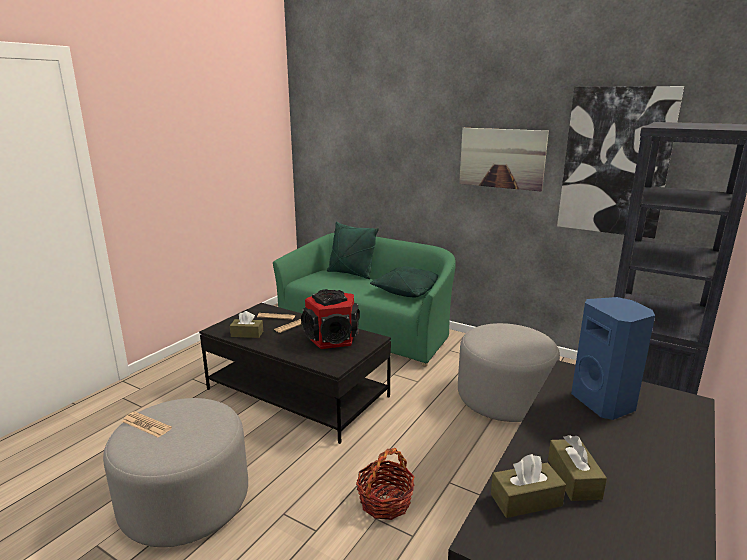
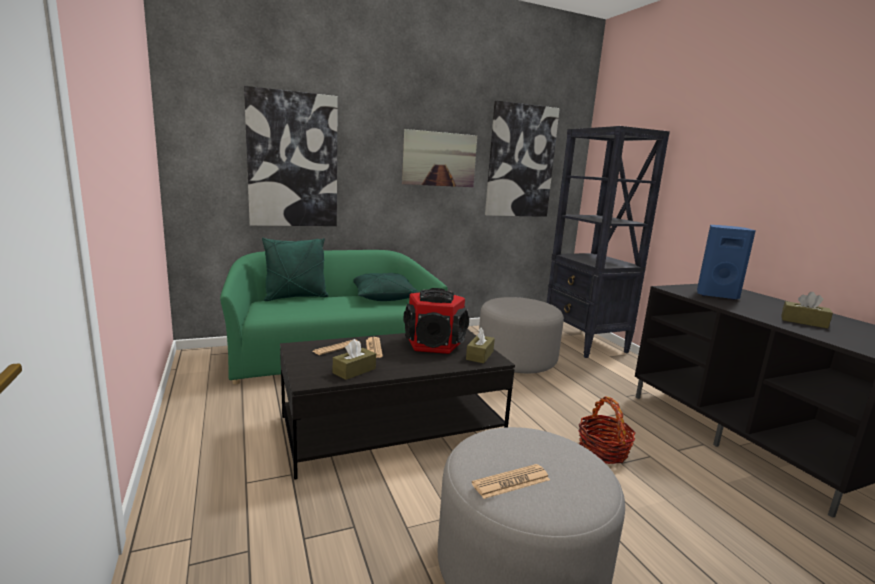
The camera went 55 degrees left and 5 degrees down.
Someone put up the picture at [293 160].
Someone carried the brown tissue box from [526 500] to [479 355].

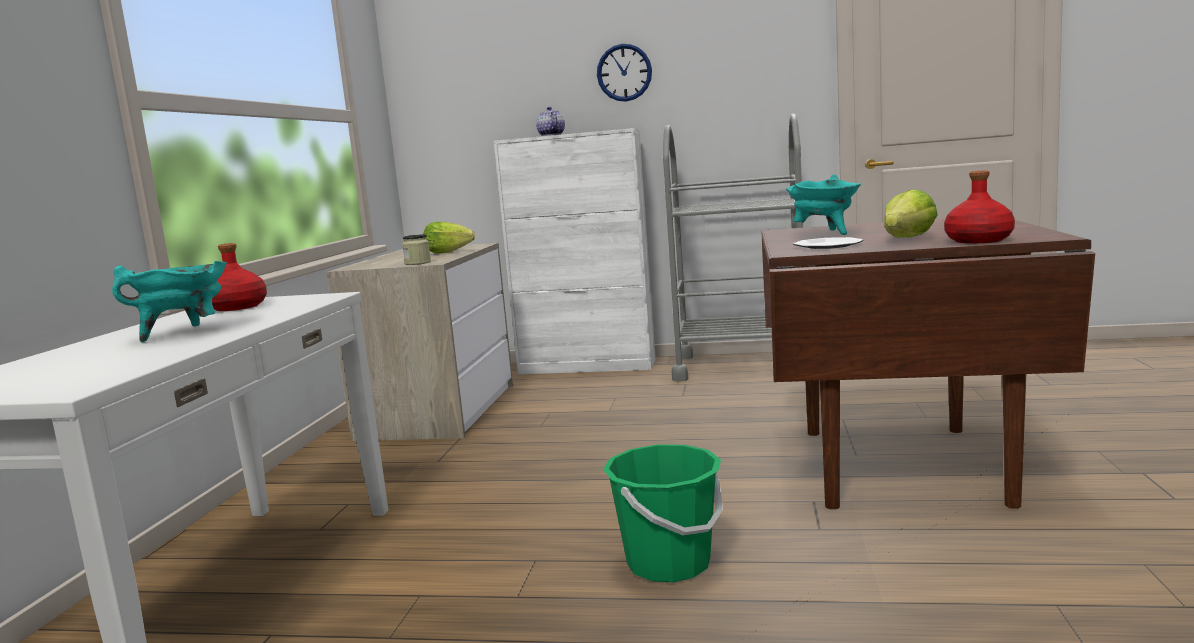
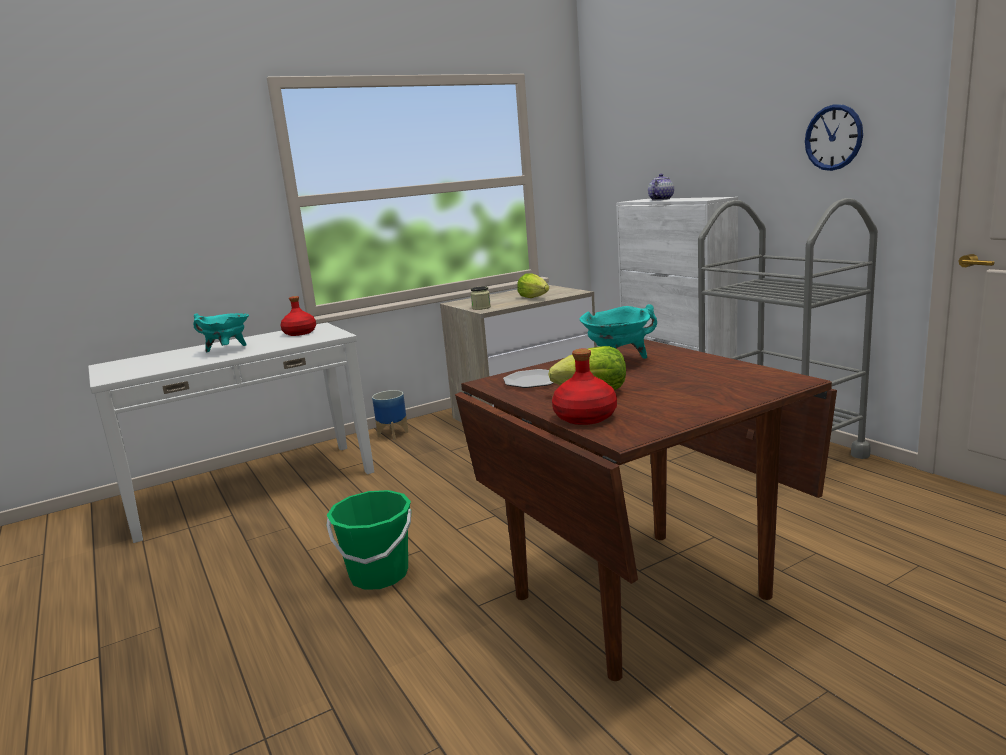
The camera went 50 degrees right and 5 degrees up.
Someone put down the planter at [392 434].
Someone carried the wall clock from [624 72] to [833 137].

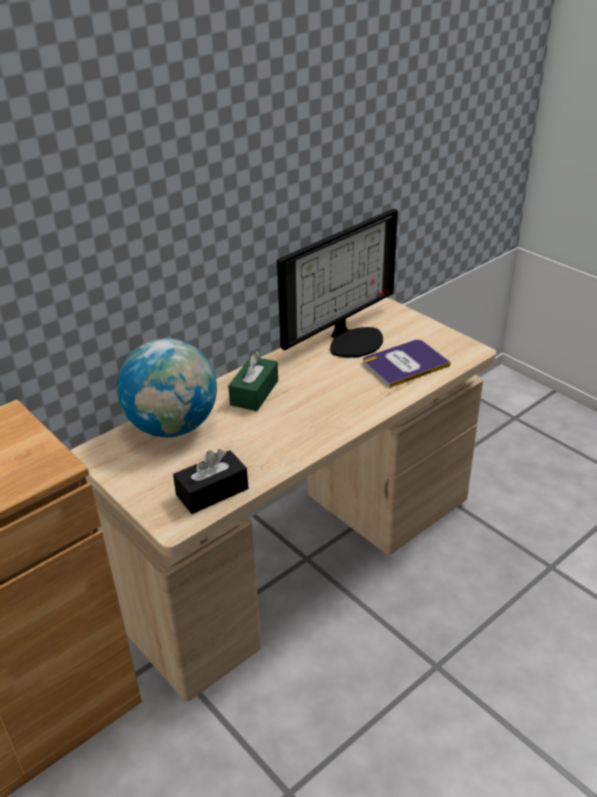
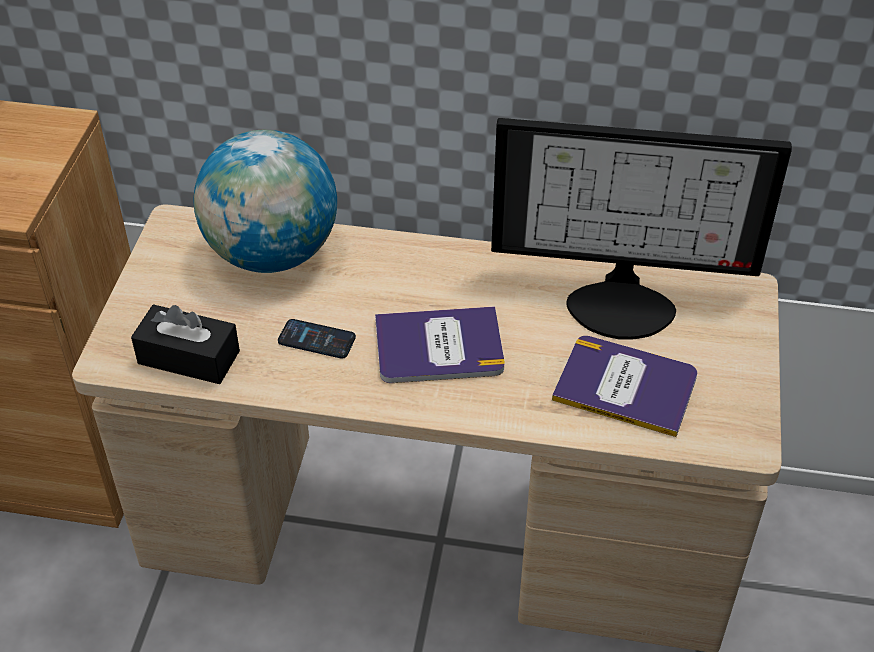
The camera went 50 degrees right and 10 degrees up.
Someone put down the phone at [317 340].
Someone put down the book at [439 347].
Someone took away the green tissue box at [254 393].

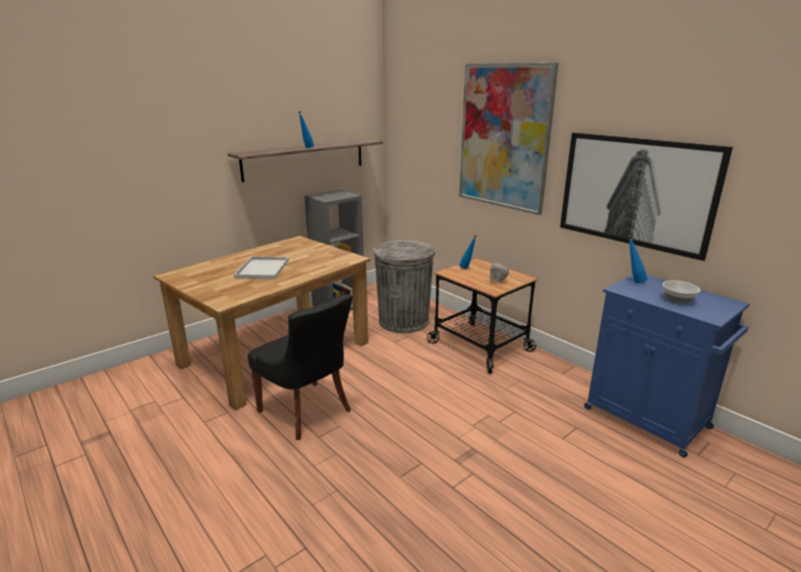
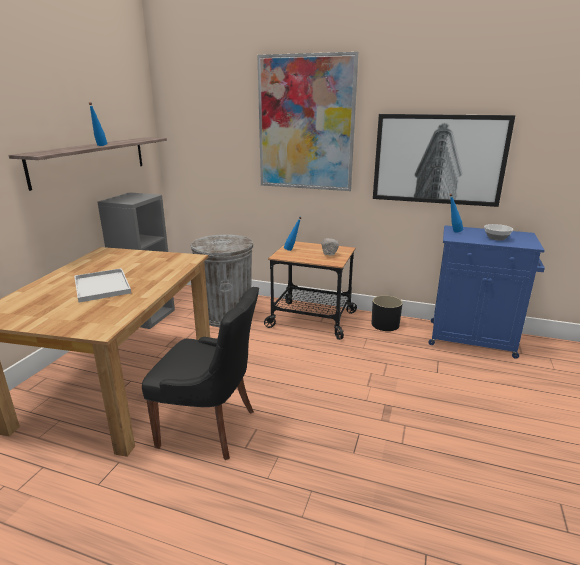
The camera went 30 degrees left and 0 degrees up.
Someone put down the black planter at [385 324].

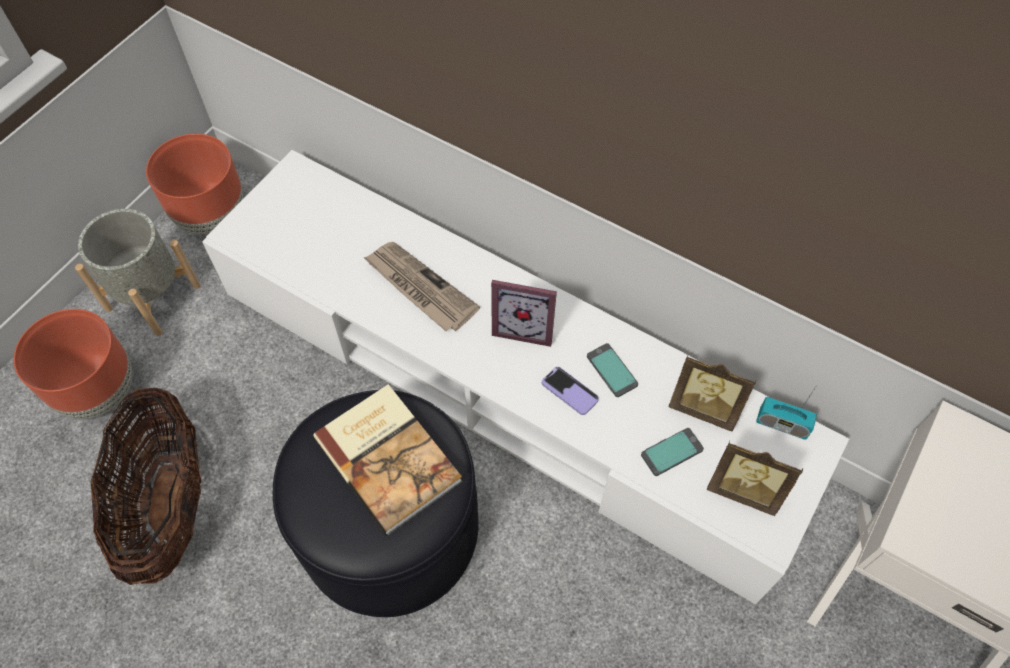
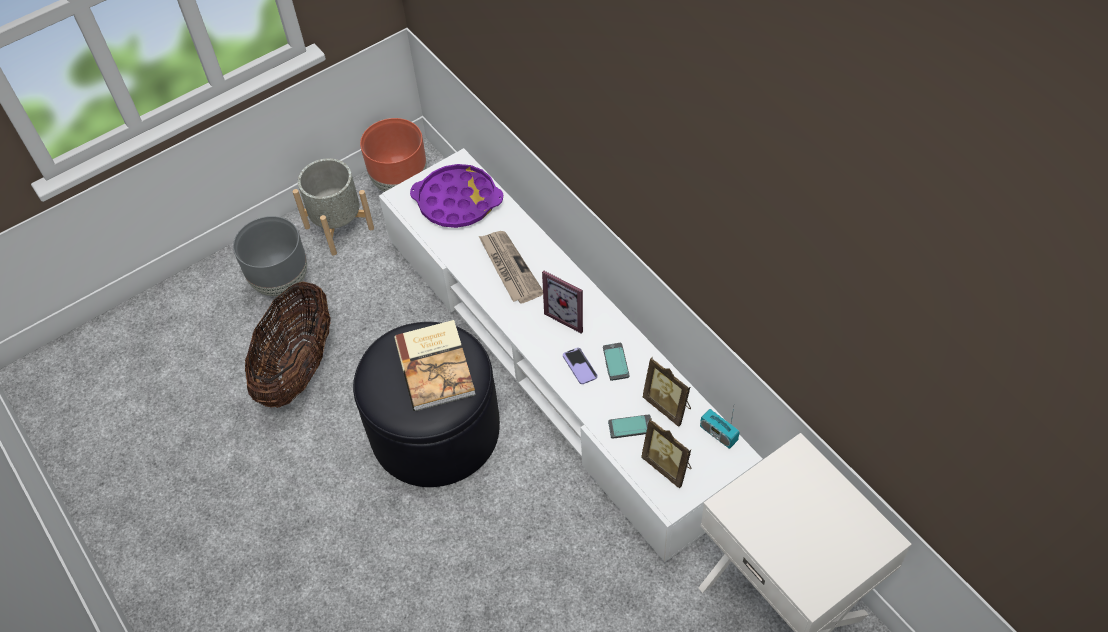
The camera went 25 degrees right and 5 degrees down.
Someone repainted the brown planter at [100 391], which became the grey planter at [282 281].
Someone put down the purple tray at [457 201].

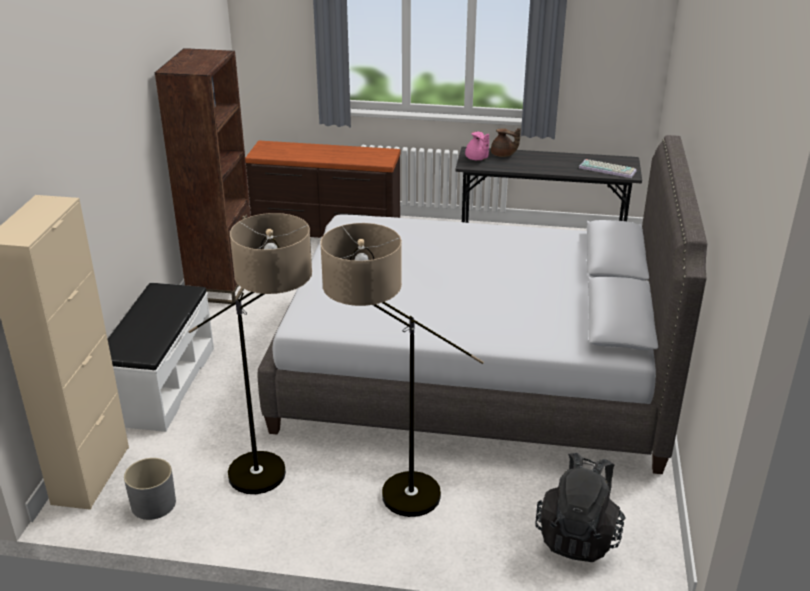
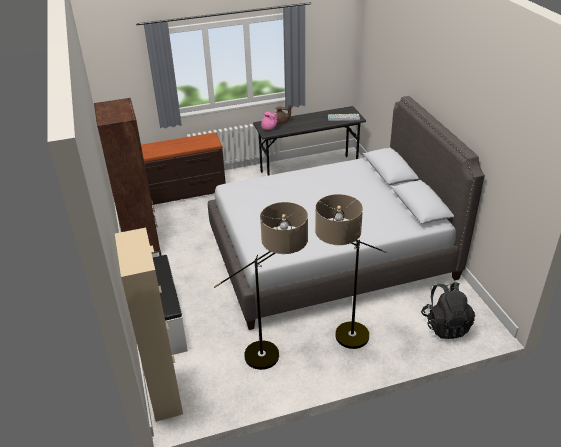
The camera went 25 degrees left and 5 degrees up.
Someone took away the grey planter at [153 504].

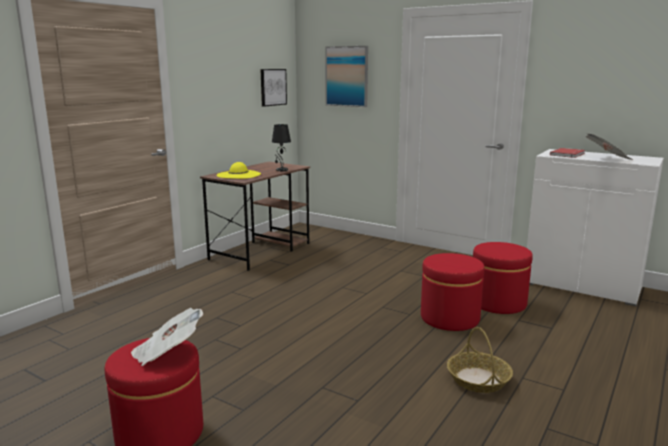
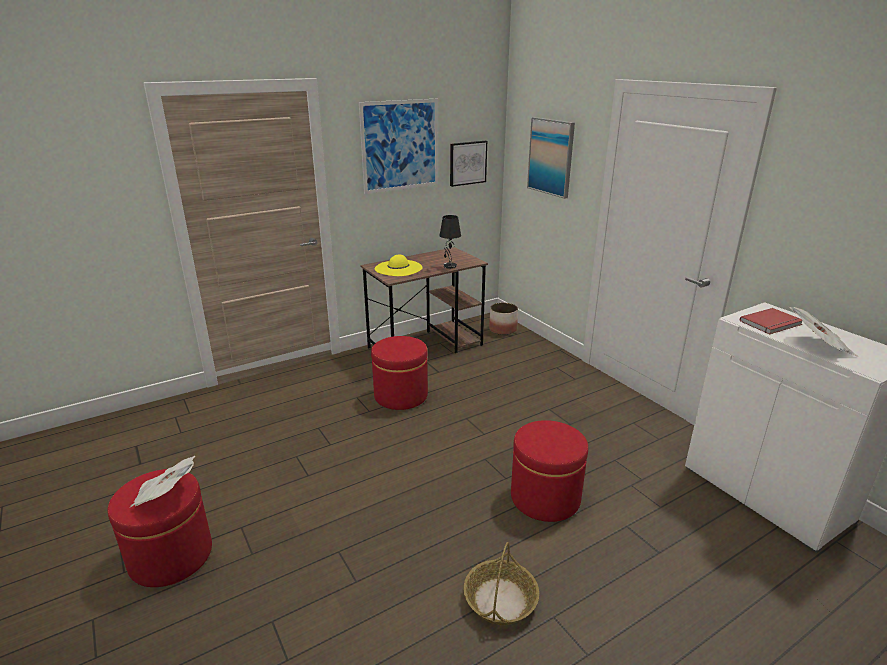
The camera went 25 degrees right and 10 degrees up.
Someone put up the picture at [400 146].
Someone carried the red ottoman from [498 303] to [401 396].
Someone put down the planter at [503 329].

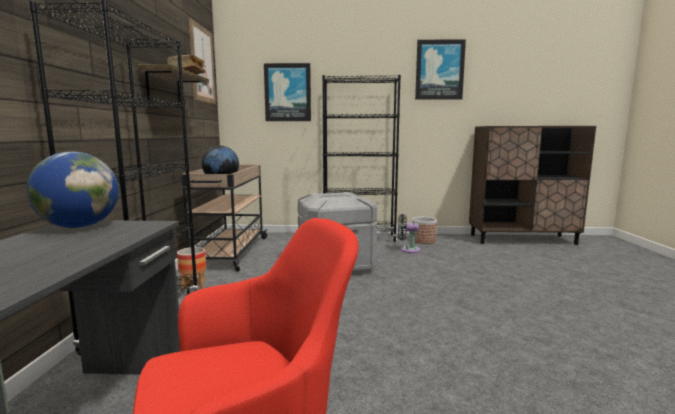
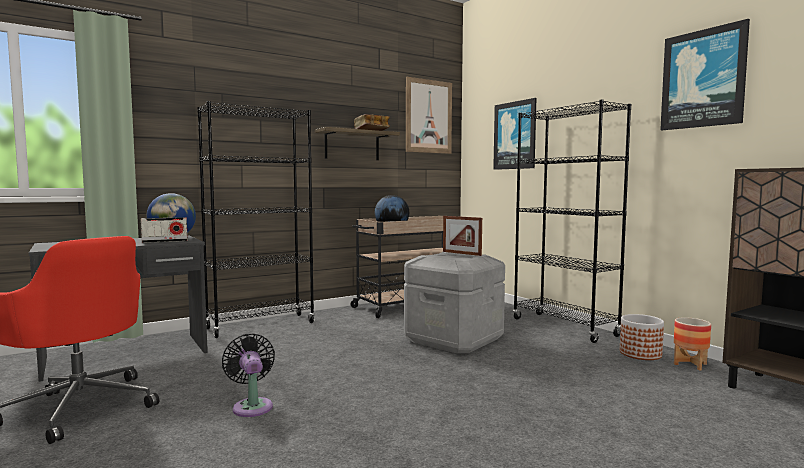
The camera went 55 degrees right and 5 degrees down.
Someone put down the radio at [165 241].
Someone carried the black fan from [407 250] to [252 406].
Someone put down the picture frame at [461 253].
Someone carried the planter from [193 285] to [690 364].

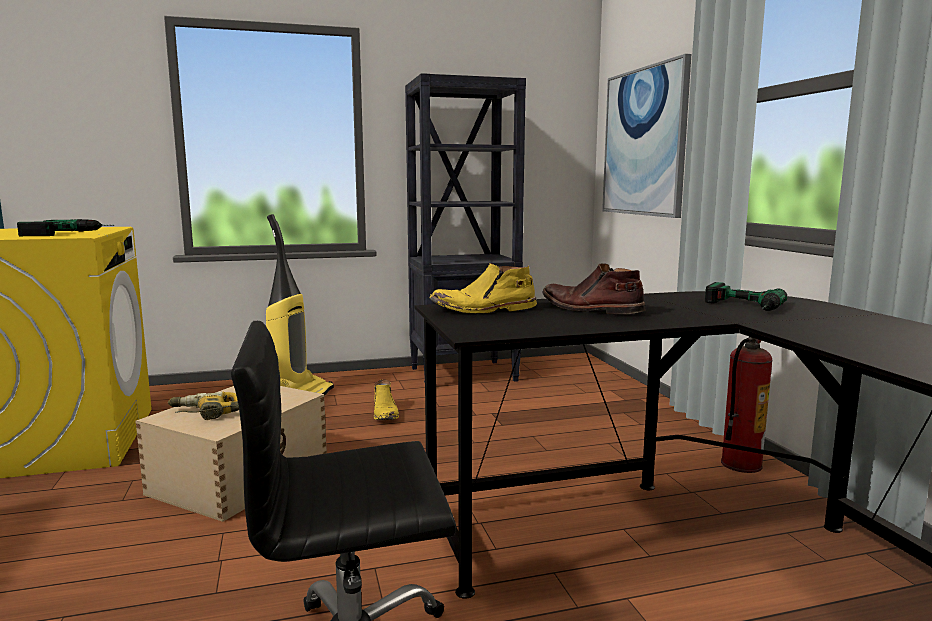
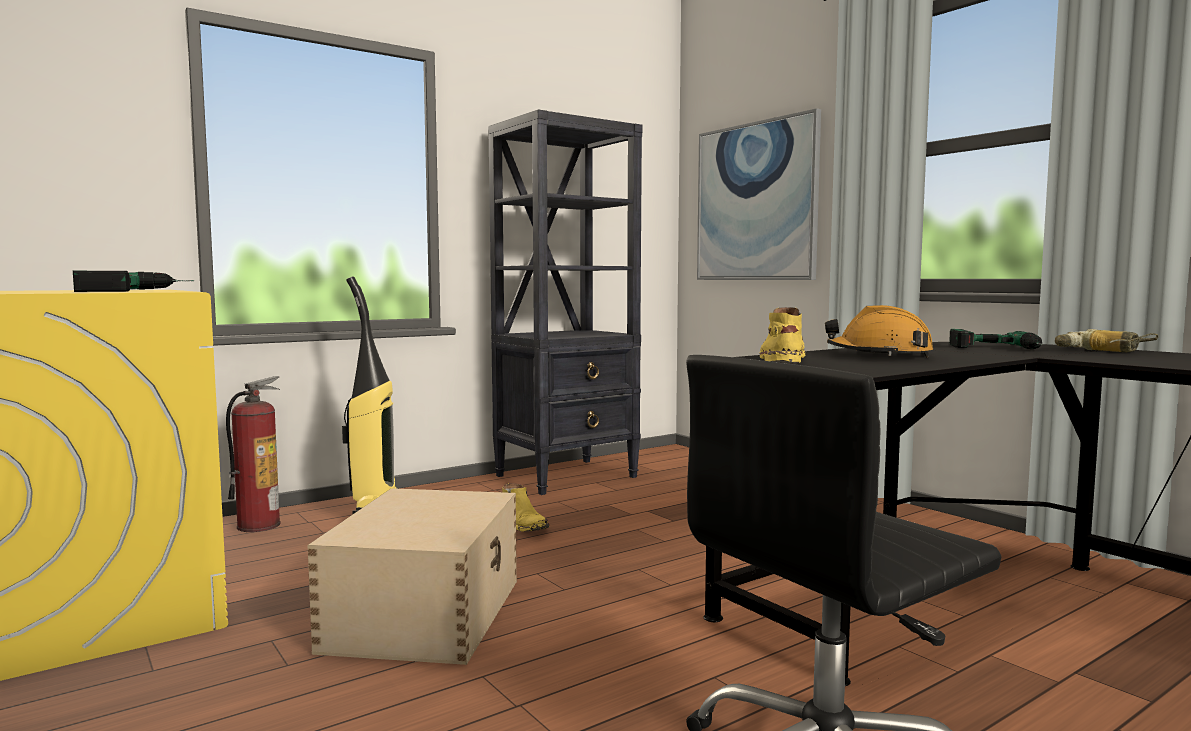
The camera went 20 degrees left and 5 degrees down.
Someone carried the fire extinguisher from [741 464] to [258 525].
Someone rotated the yellow boot at [484 309] by 135 degrees clockwise.
Someone swapped the brown boot at [590 309] for the orange hard hat at [879 355].
Someone carried the power drill from [207 413] to [1103 351].

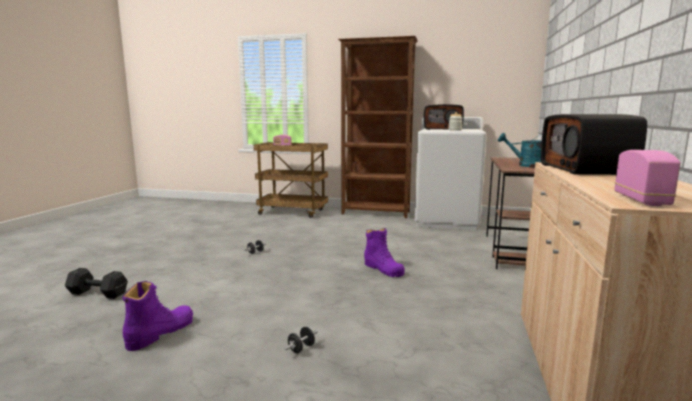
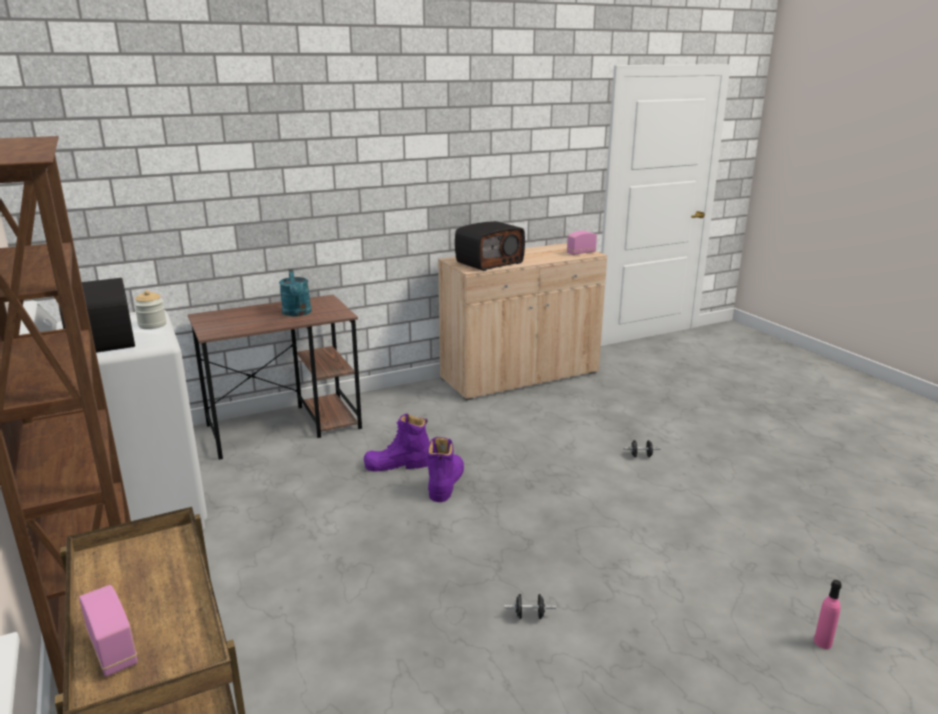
The camera went 130 degrees left and 10 degrees up.
Someone carried the purple boot from [160 333] to [397 464].
Someone swapped the black dumbbell at [97 293] for the pink bottle at [822 642].

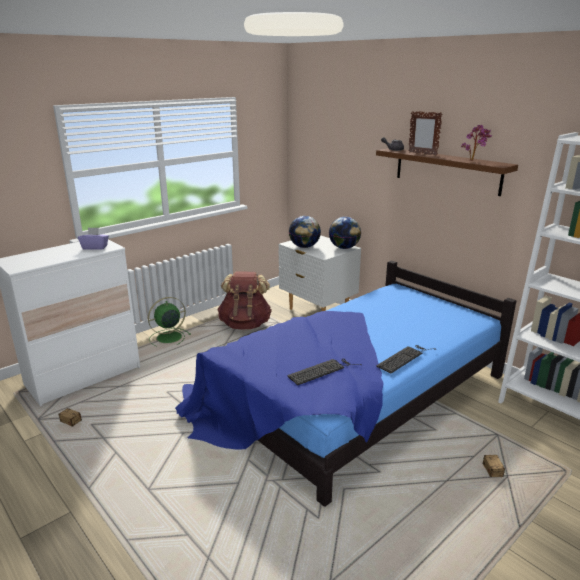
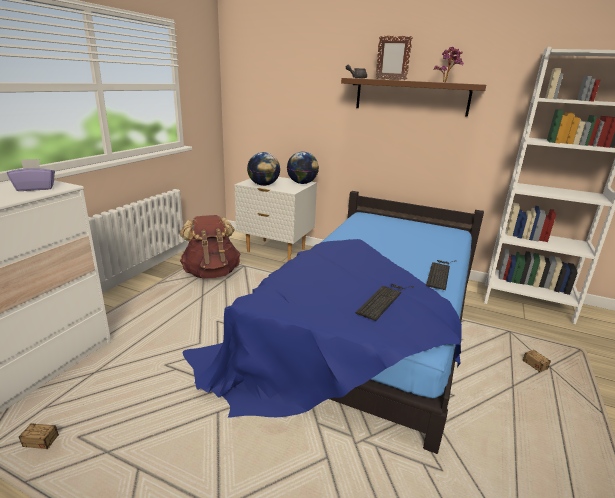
The camera went 25 degrees left and 0 degrees up.
Someone took away the green fan at [168 338].

